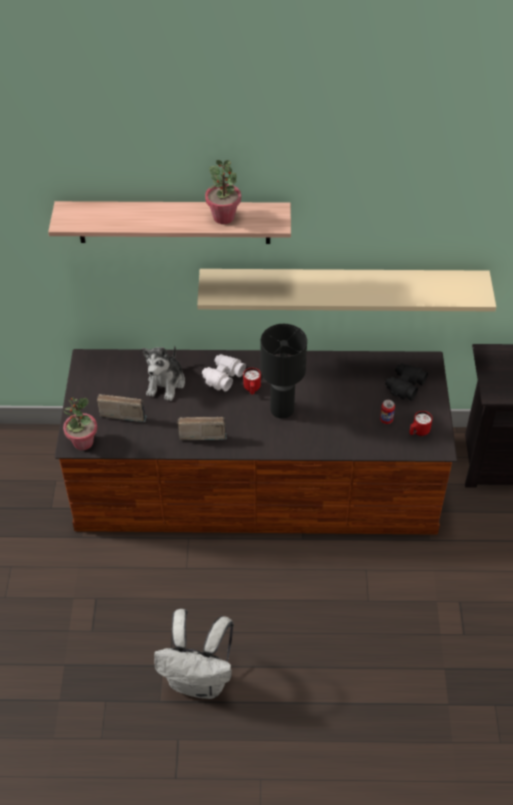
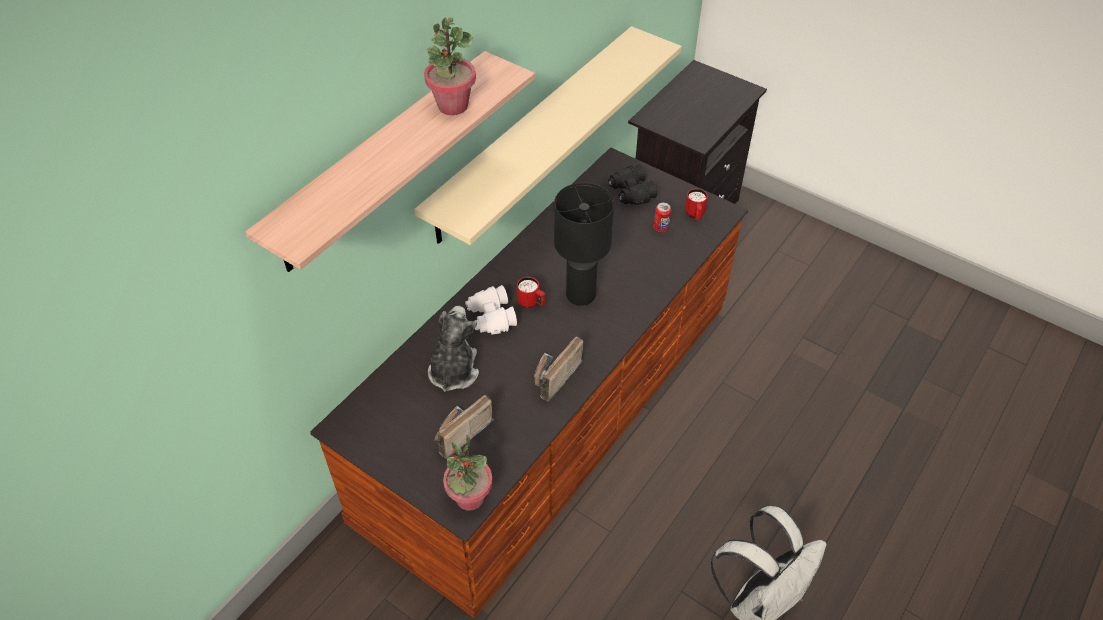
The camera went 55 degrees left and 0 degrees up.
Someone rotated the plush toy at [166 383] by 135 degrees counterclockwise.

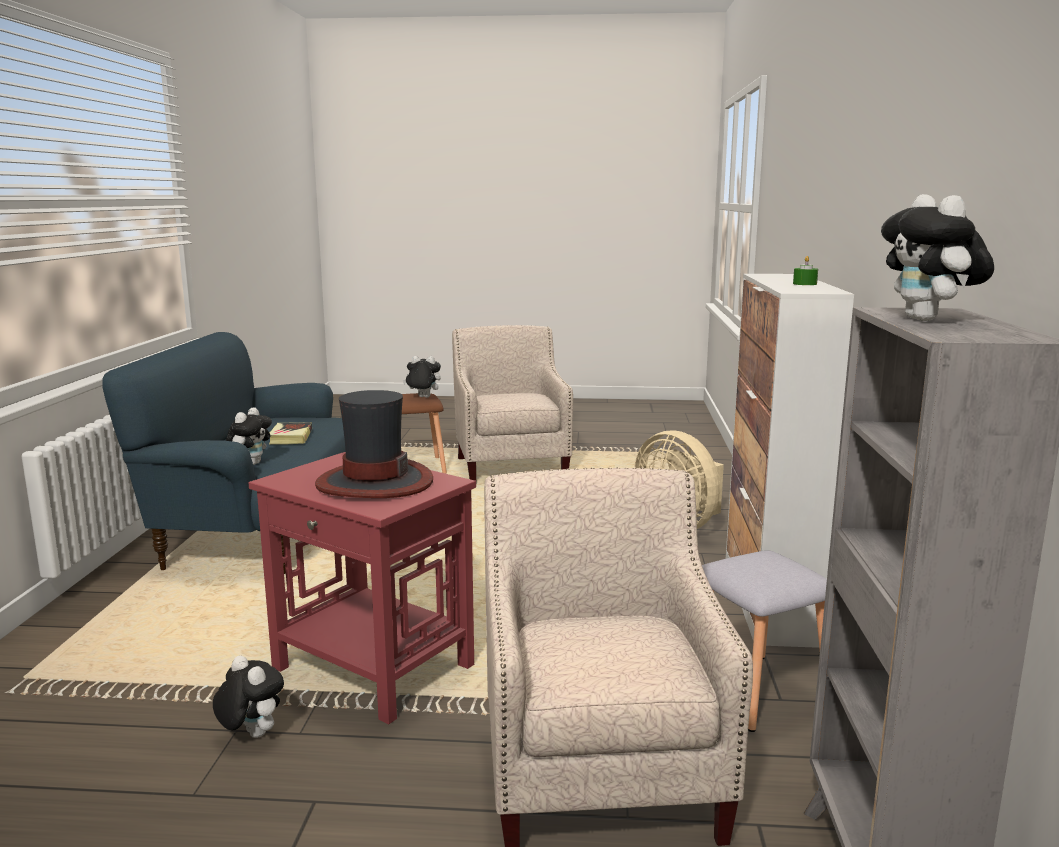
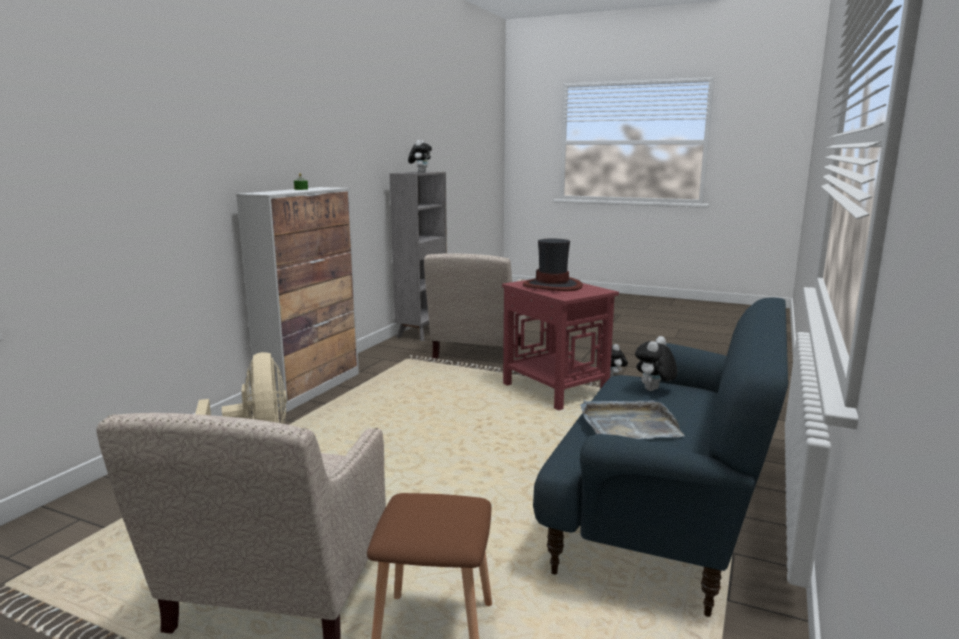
The camera went 160 degrees left and 0 degrees up.
Someone swapped the book at [290 437] for the grey tray at [628 425].
Someone took away the plush toy at [422 397].
Someone took away the grey stool at [754 690].

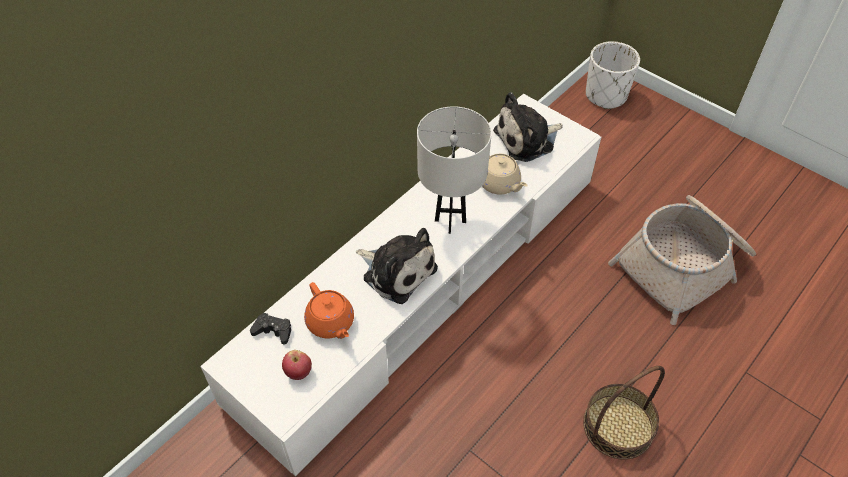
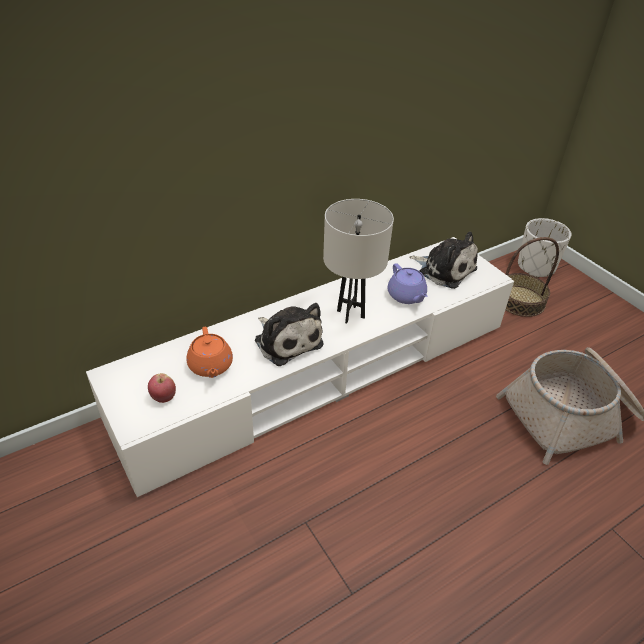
The camera went 15 degrees right and 10 degrees down.
Someone repainted the beige teapot at [499 184], which became the purple teapot at [406 296].
Someone rotated the plush toy at [527 139] by 135 degrees counterclockwise.
Someone carried the basket from [618 426] to [520 301].
Someone took away the black game controller at [273 331].

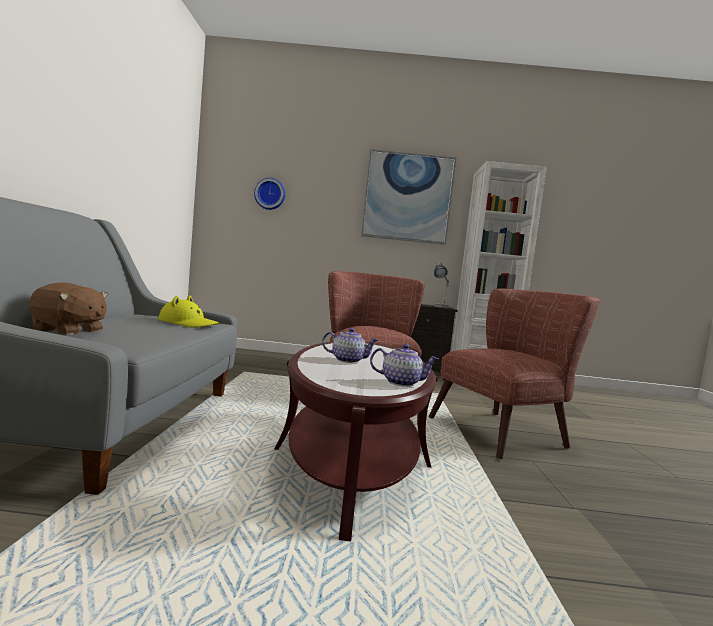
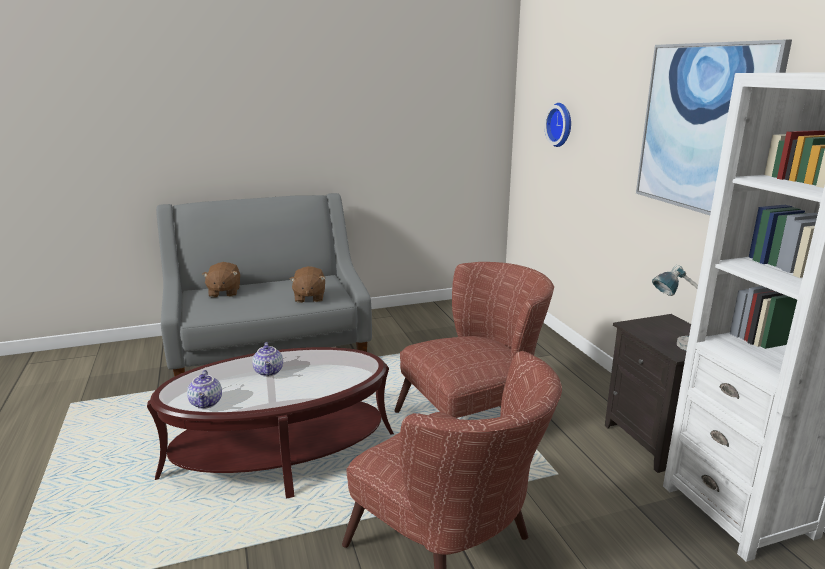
The camera went 70 degrees right and 15 degrees up.
Someone swapped the yellow hat at [188 324] for the brown plush toy at [309 297].

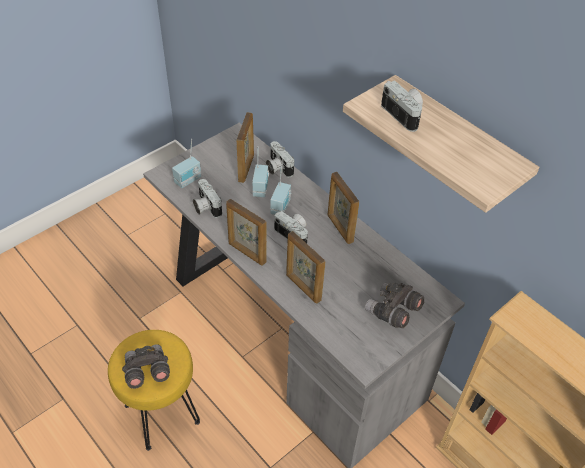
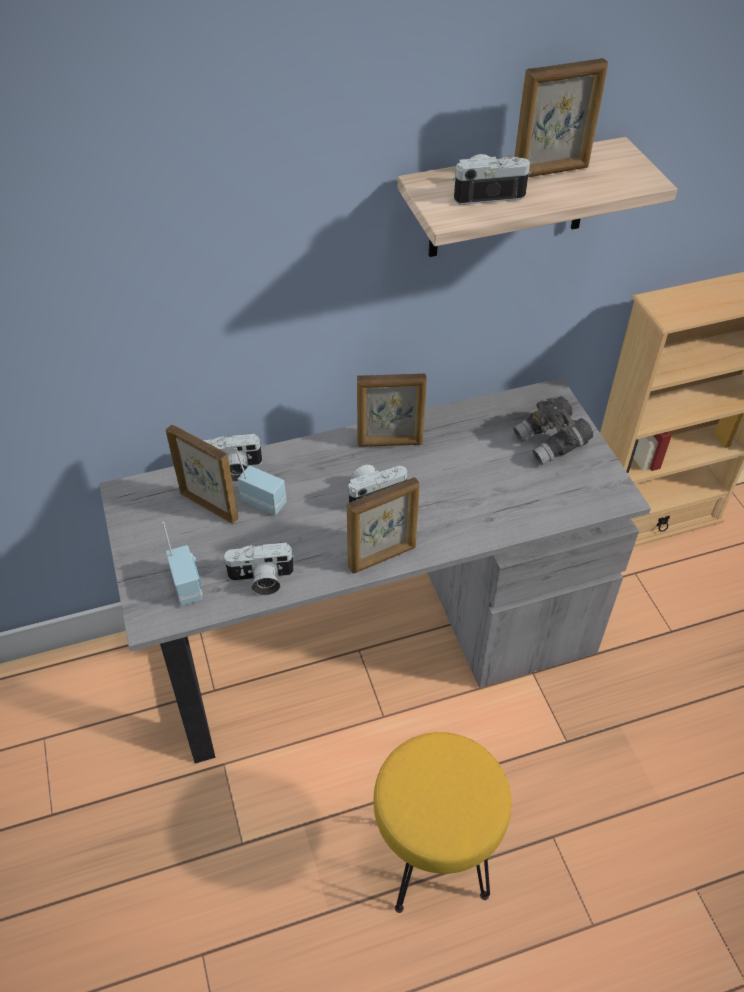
The camera went 65 degrees left and 0 degrees up.
Someone carried the picture frame from [303 288] to [551 171].
Someone took away the grey binoculars at [147 372].
Someone took away the radio at [281 207].

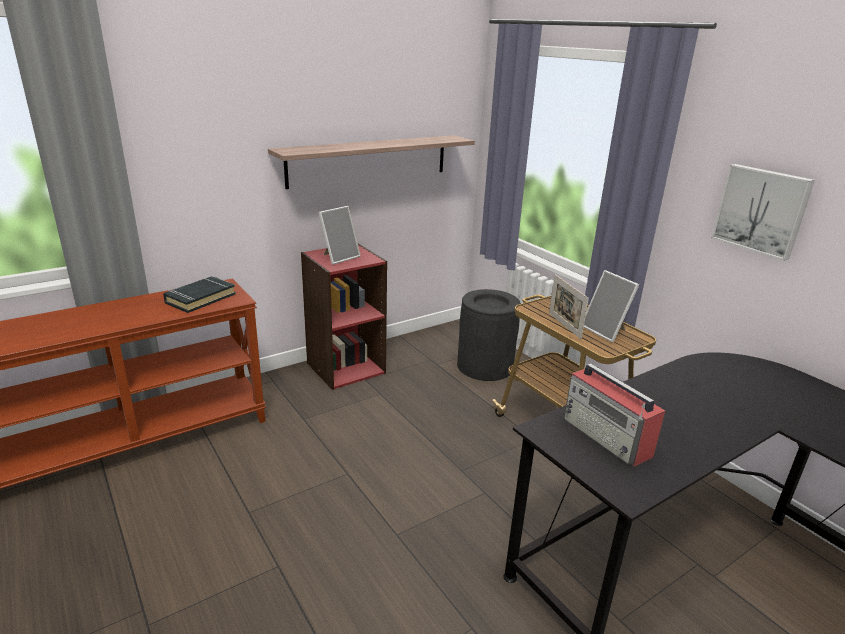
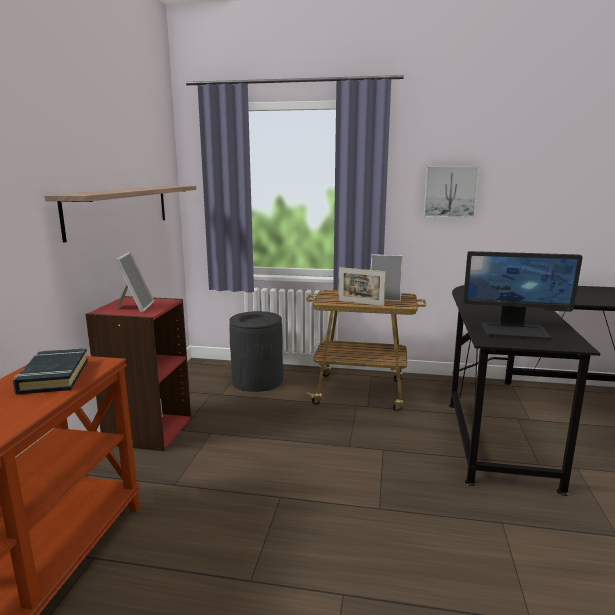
The camera went 45 degrees left and 10 degrees down.
Someone swapped the radio at [607 437] for the monitor at [514 331].

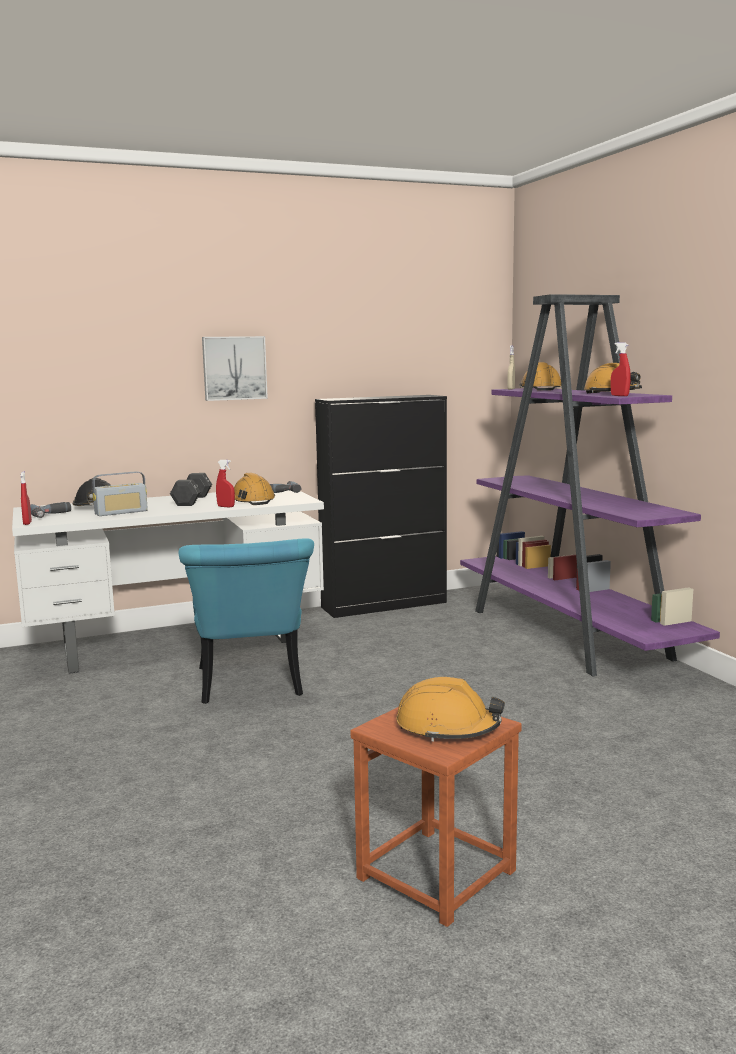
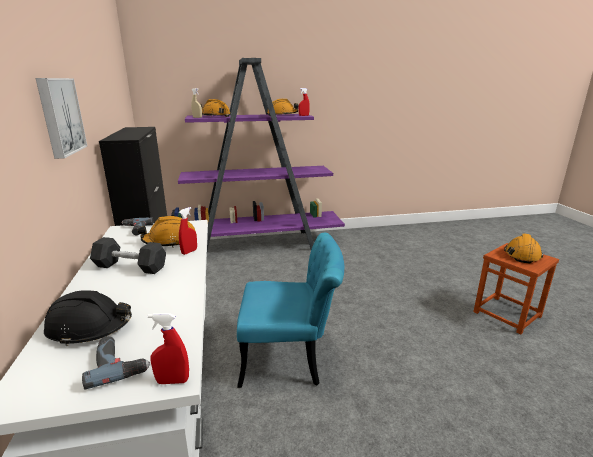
The camera went 80 degrees left and 10 degrees up.
Someone took away the radio at [121 512].

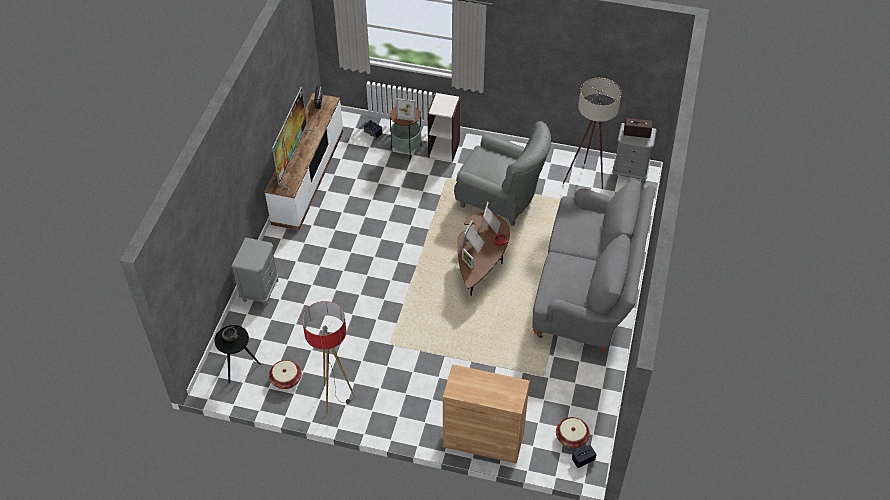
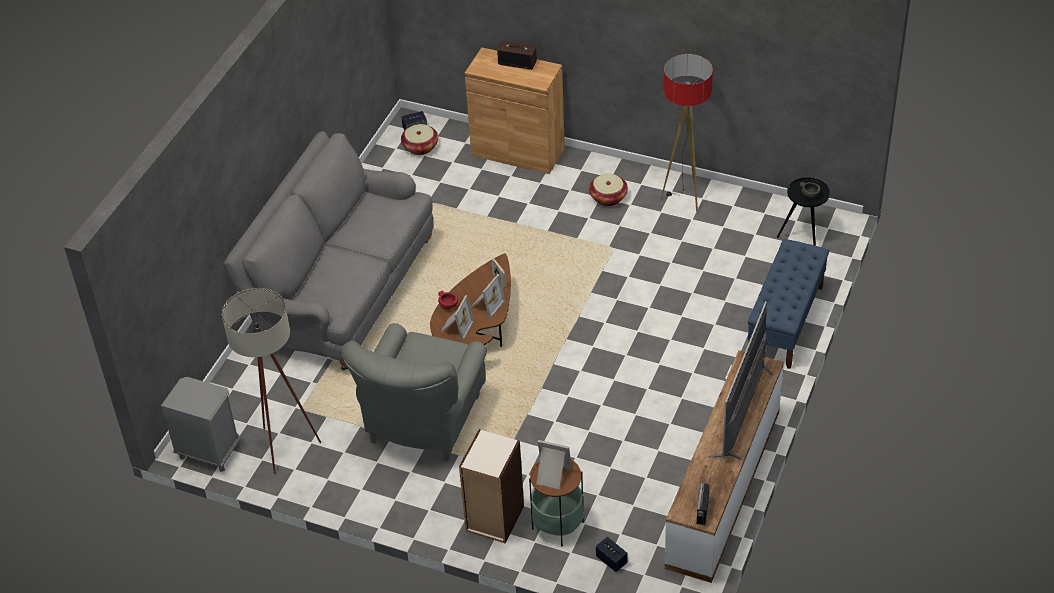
The camera went 170 degrees left and 5 degrees down.
Someone rotated the grey armchair at [501 200] by 105 degrees counterclockwise.
Someone carried the radio from [636 133] to [517 62].
Someone carried the basket from [286 379] to [608 197].
Someone swapped the grey nightstand at [260 290] for the blue bench at [785 322].

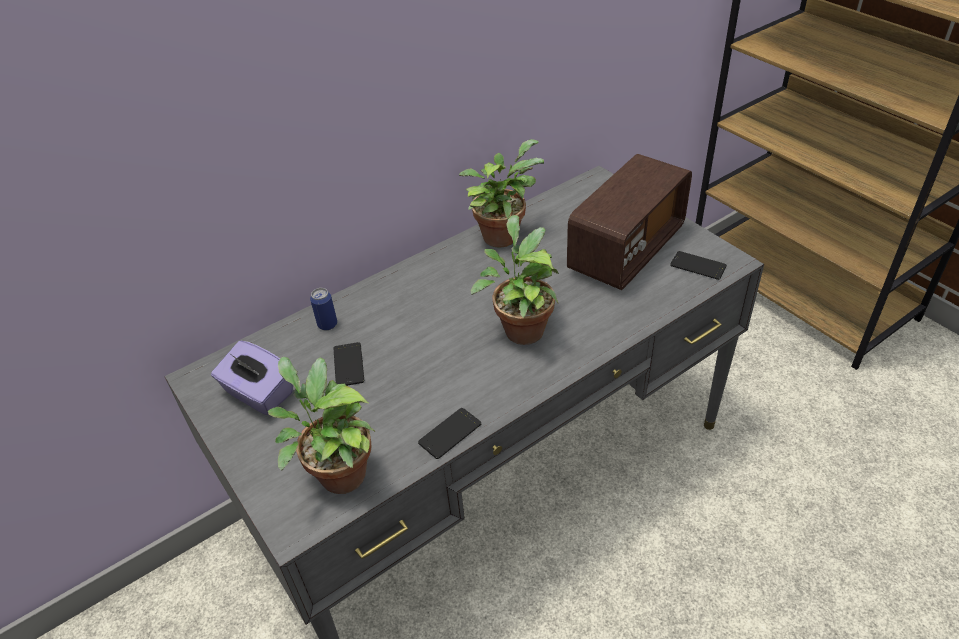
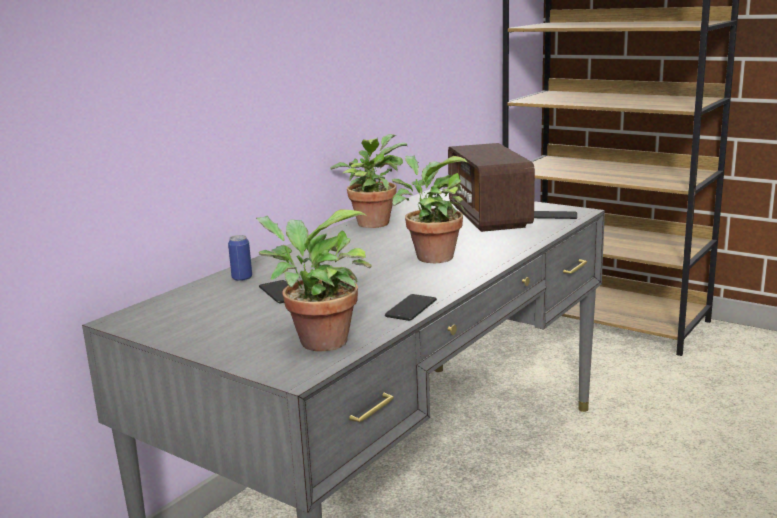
The camera went 20 degrees left and 25 degrees down.
Someone rotated the radio at [626 250] by 150 degrees clockwise.
Someone took away the purple tissue box at [259 394].

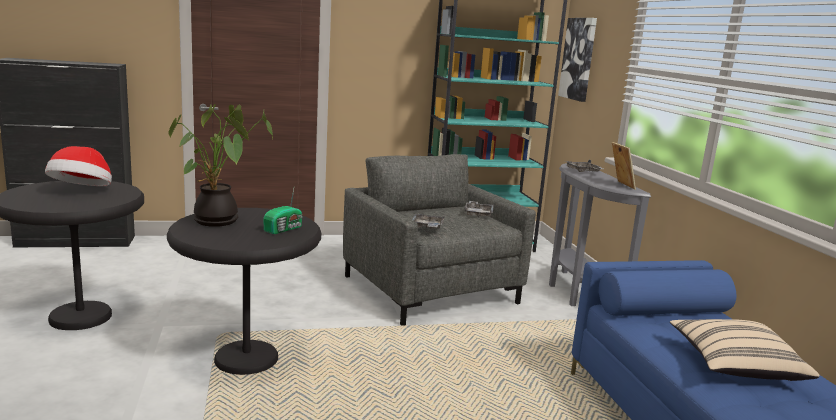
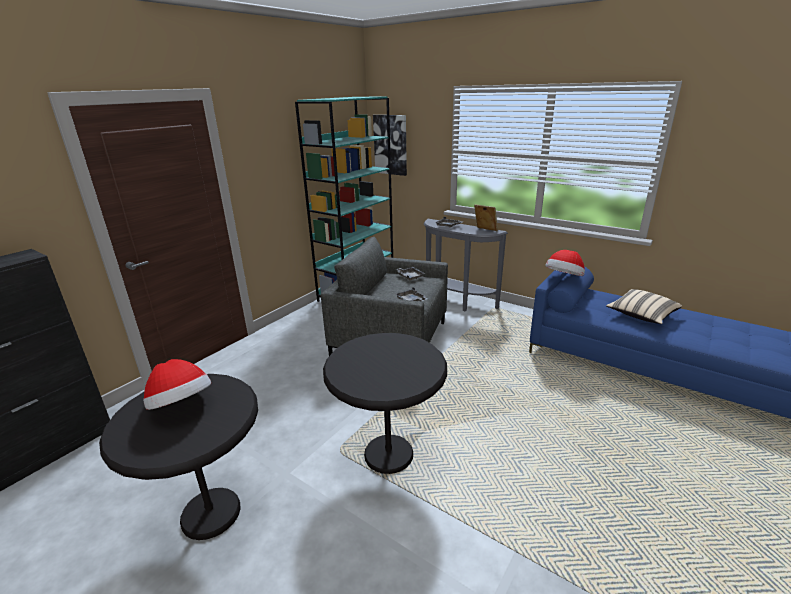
The camera went 40 degrees left and 10 degrees up.
Someone put down the hat at [564 278].
Someone took away the potted plant at [218 222].
Someone took away the radio at [284 229].

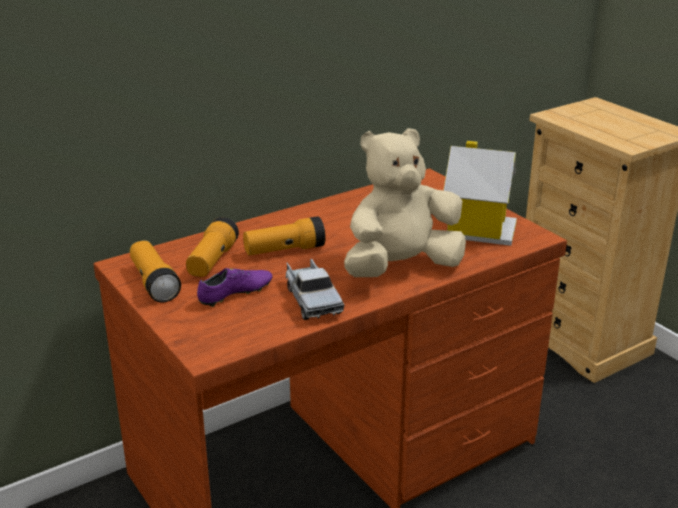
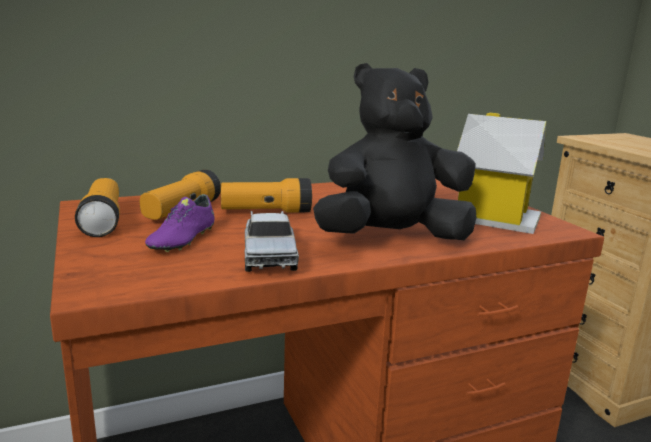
The camera went 10 degrees right and 10 degrees down.
Someone rotated the purple shoe at [235 294] by 135 degrees clockwise.
Someone repainted the beige plush toy at [401 268], which became the black plush toy at [392 238].

